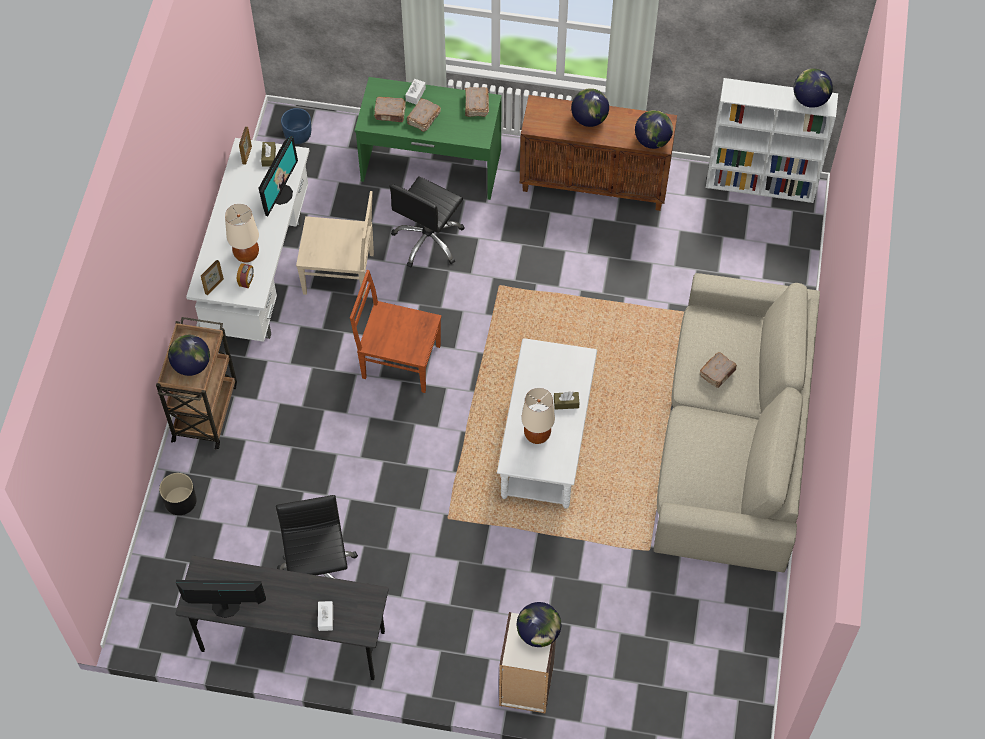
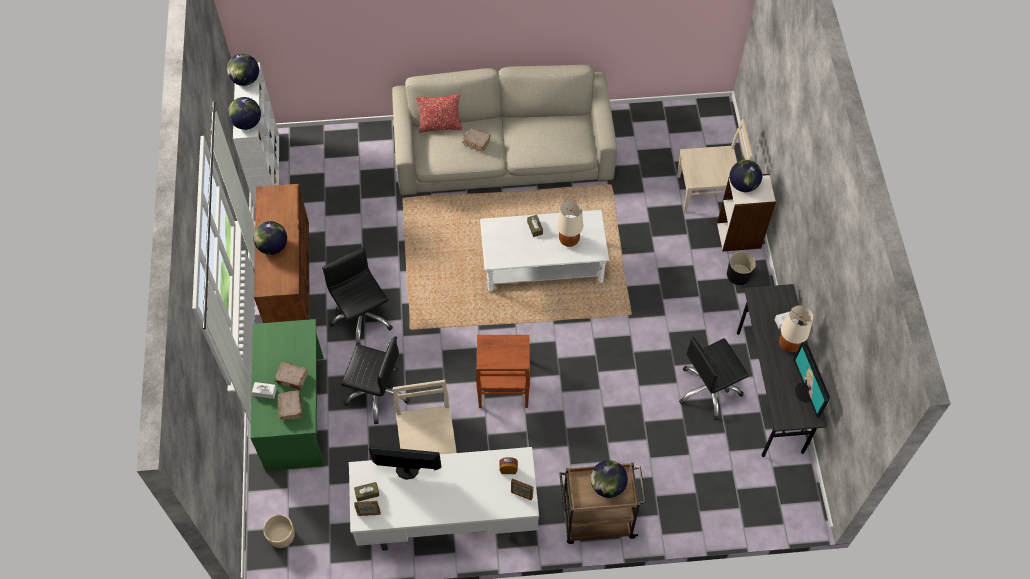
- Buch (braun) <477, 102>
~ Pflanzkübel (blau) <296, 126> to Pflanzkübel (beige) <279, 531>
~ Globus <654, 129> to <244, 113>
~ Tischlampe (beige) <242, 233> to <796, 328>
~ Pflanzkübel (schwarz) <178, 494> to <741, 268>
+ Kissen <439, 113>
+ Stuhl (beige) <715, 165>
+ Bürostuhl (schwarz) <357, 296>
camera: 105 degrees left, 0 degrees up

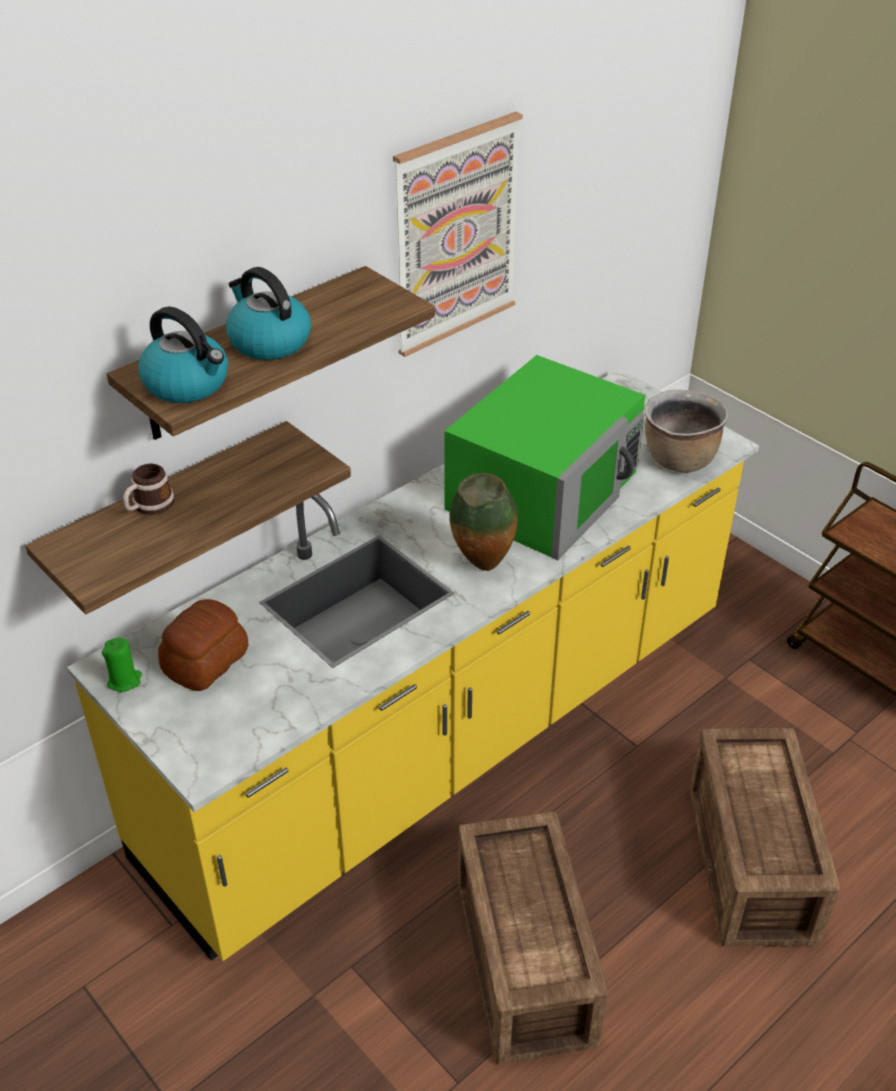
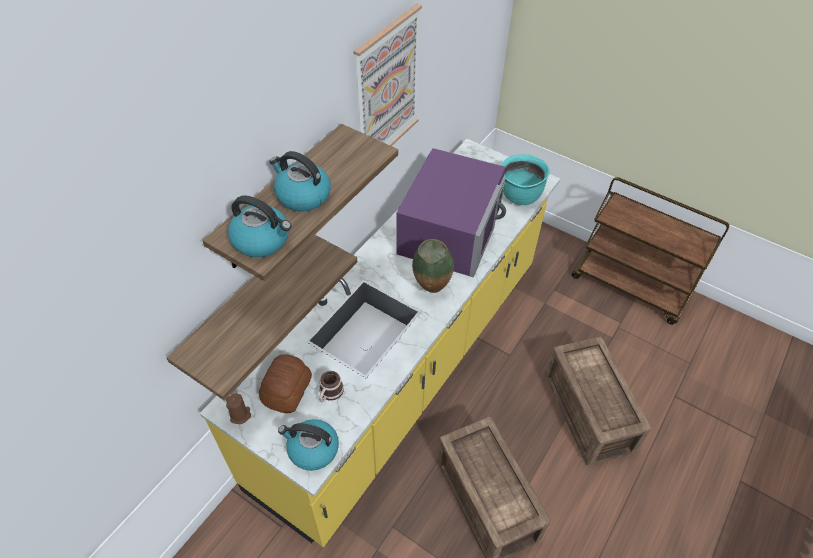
~ Mikrowelle (grün) <544, 457> to Mikrowelle (lila) <451, 213>
~ Kochtopf (braun) <686, 431> to Kochtopf (türkis) <525, 179>
~ Henkelbecher <148, 489> to <331, 387>
~ Kerze (grün) <122, 664> to Kerze (braun) <238, 408>
+ Wasserkessel <308, 445>
camera: 15 degrees left, 10 degrees up

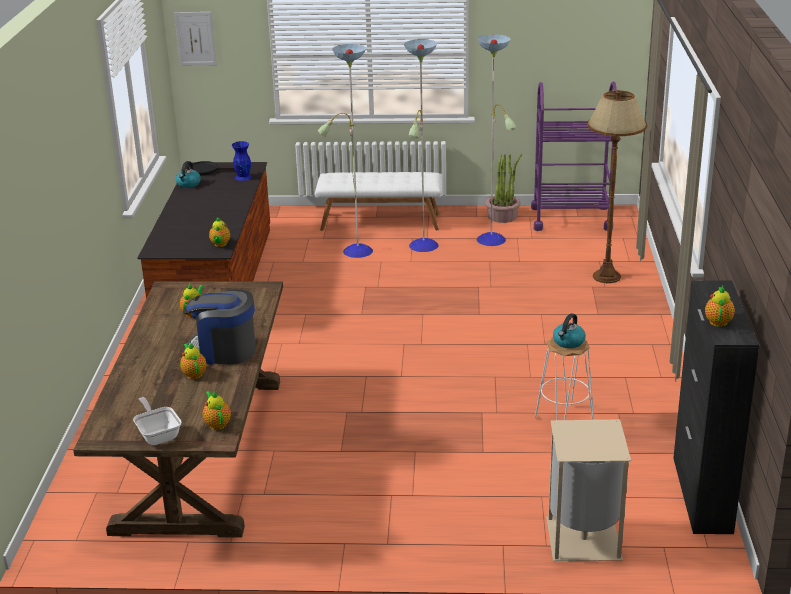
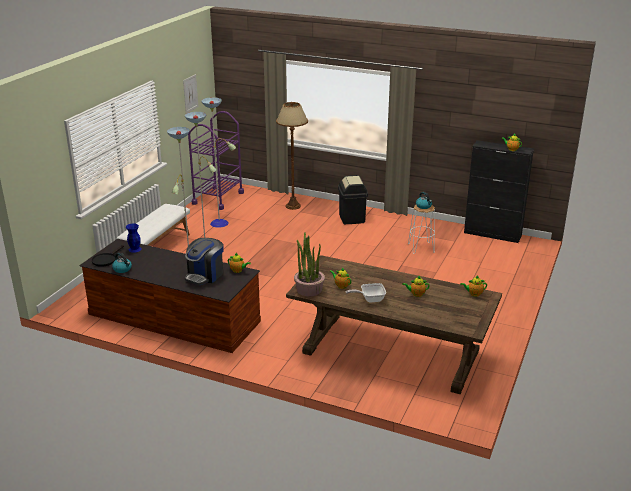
~ Bild <195, 39> to <190, 93>
~ Topfpflanze <503, 188> to <309, 264>
~ Kaffeemaschine <219, 327> to <204, 261>
~ Pfanne <157, 421> to <366, 293>
- Mülleimer (beige) <588, 490>
+ Mülleimer (schwarz) <353, 199>
camera: 70 degrees left, 0 degrees up

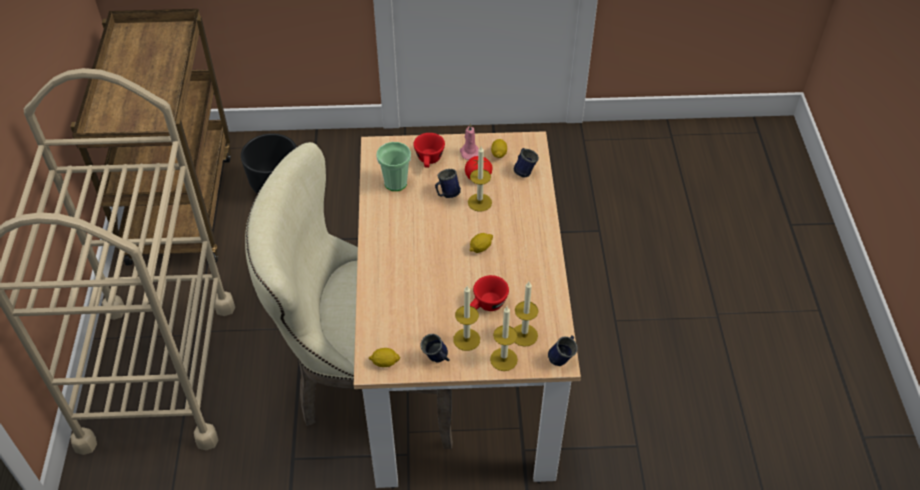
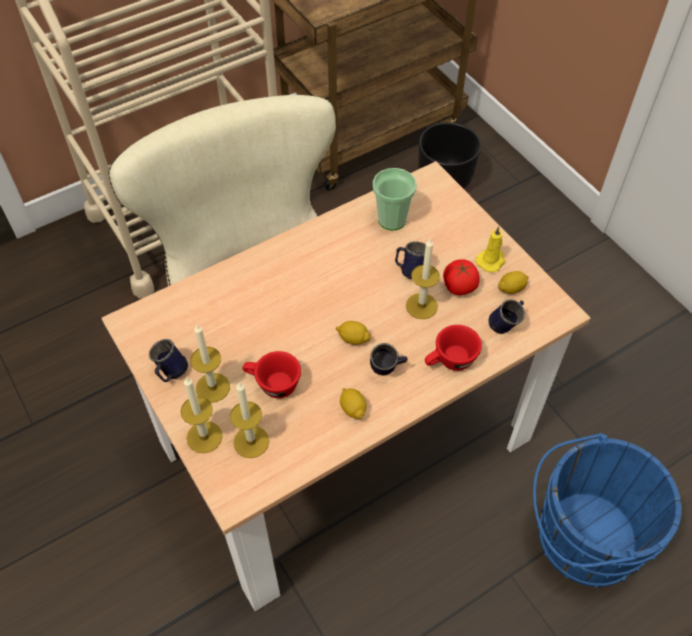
~ Kerze (rosa) <469, 141> to Kerze (gelb) <491, 249>
~ Tasse (rot) <429, 150> to <453, 348>
~ Henkelbecher (blau) <563, 350> to <389, 359>
~ Zitrone <384, 357> to <353, 403>
+ Eimer (blau) <607, 510>
camera: 60 degrees right, 5 degrees up

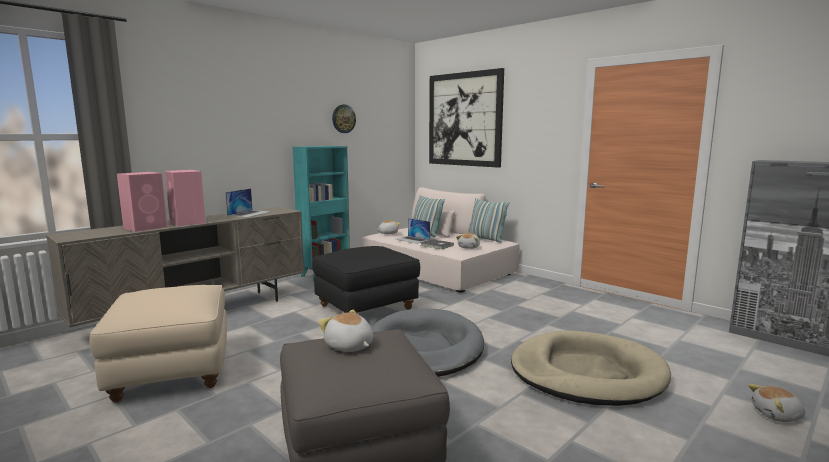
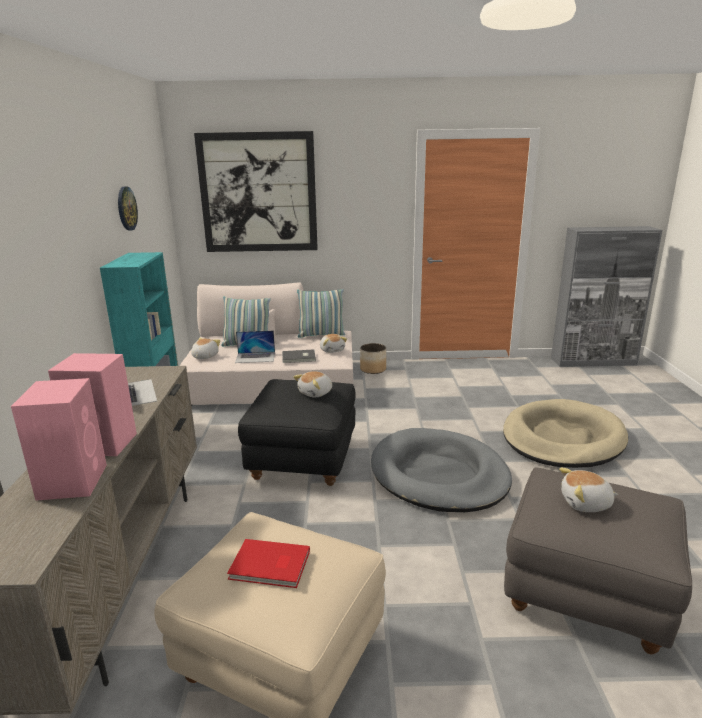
~ Plüschtier <776, 403> to <312, 384>
+ Pflanzkübel <373, 358>
+ Buch (rot) <268, 563>
camera: 45 degrees left, 10 degrees up

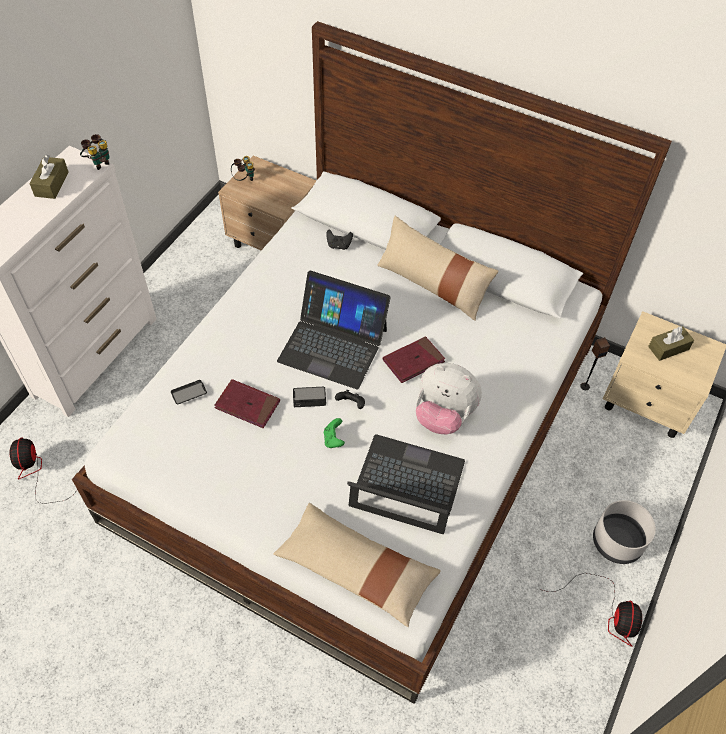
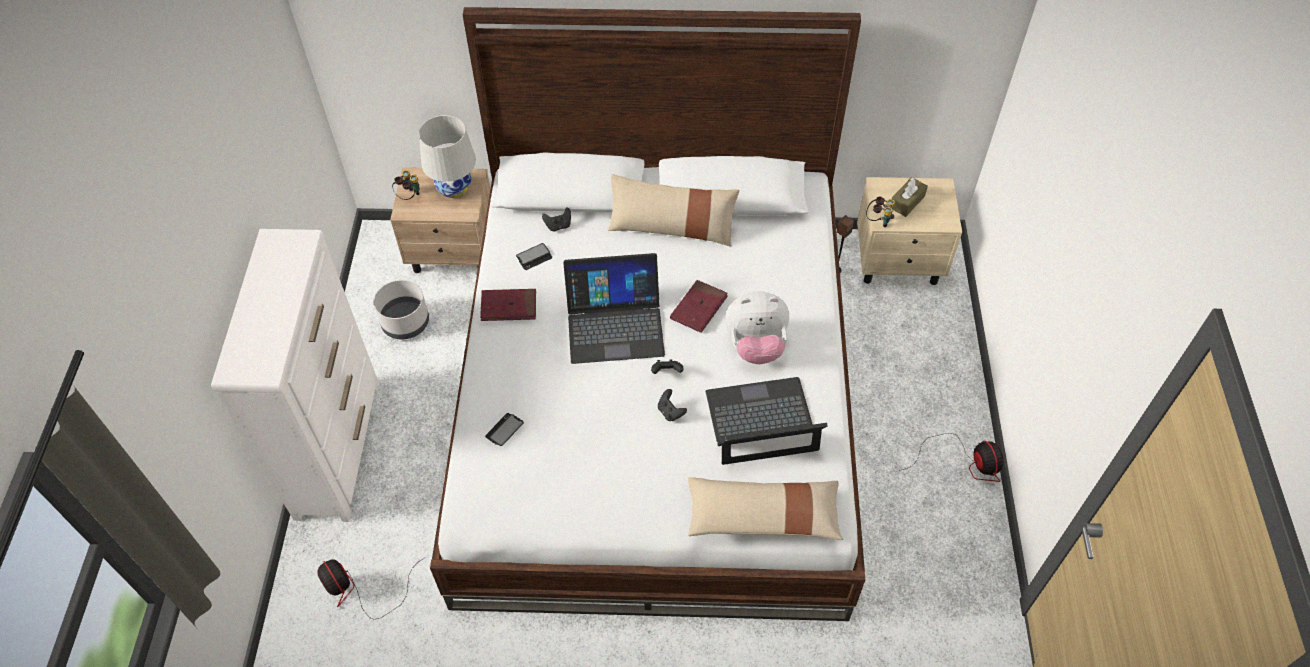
~ Fernglas <95, 152> to <880, 212>
- Taschentuchbox (braun) <49, 177>
~ Buch (rot) <247, 403> to <508, 305>
~ Handy <309, 397> to <534, 256>
~ Gamepad (grün) <334, 433> to Gamepad (schwarz) <672, 405>
~ Pflanzkübel (grau) <624, 532> to <401, 309>
+ Tischlampe (weiß) <447, 156>
camera: 25 degrees left, 0 degrees up

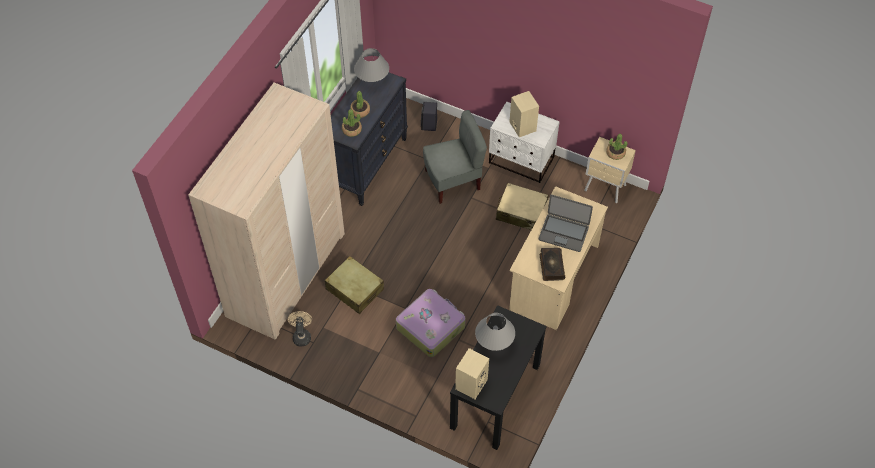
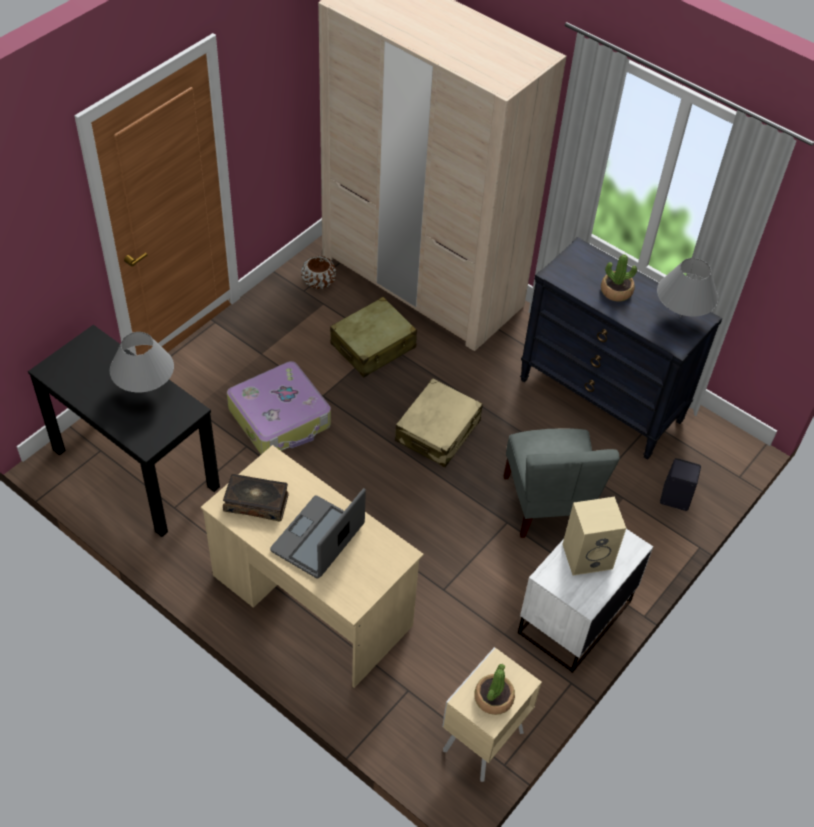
- Topfpflanze <352, 123>
~ Koffer (beige) <522, 206> to <439, 422>
~ Ventilator (beige) <300, 329> to Pflanzkübel (braun) <319, 272>
- Lautsprecher (beige) <472, 373>
camera: 100 degrees right, 5 degrees down

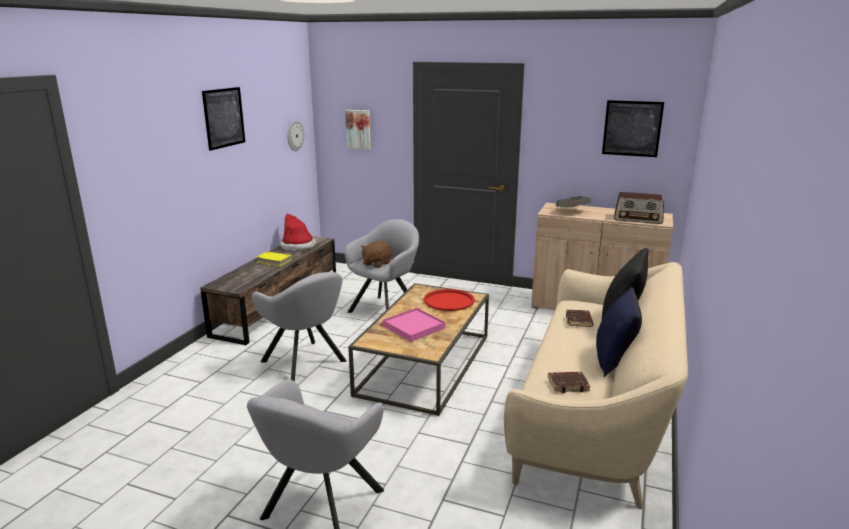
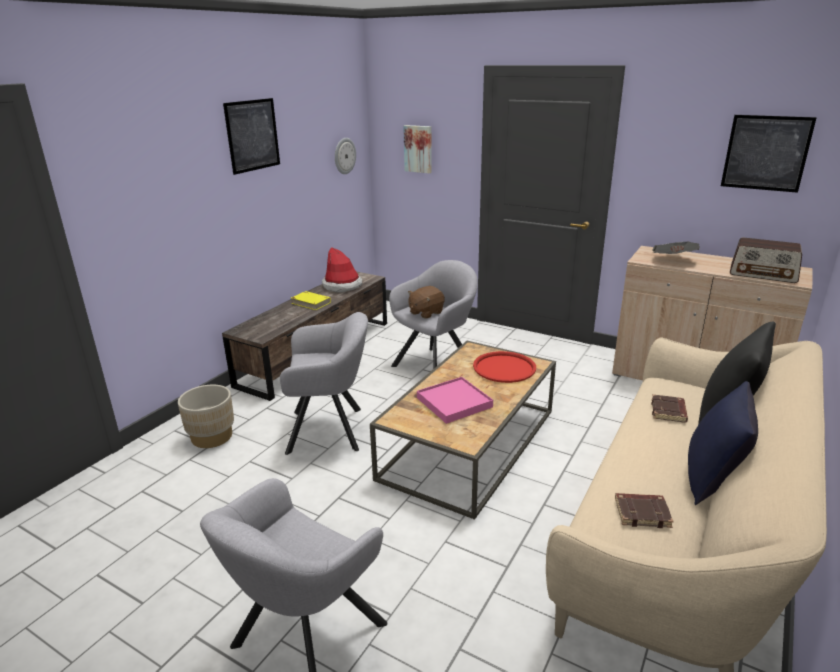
~ Sessel (grau) <299, 327> = <324, 383> 60 degrees counterclockwise
+ Pflanzkübel (beige) <206, 416>
camera: 10 degrees right, 5 degrees up

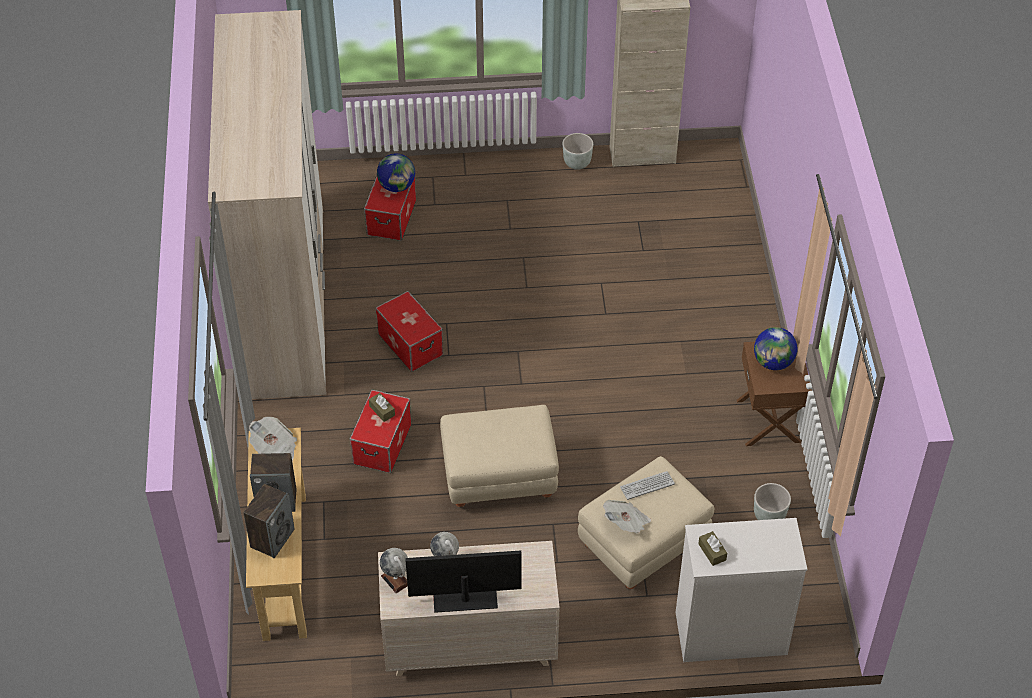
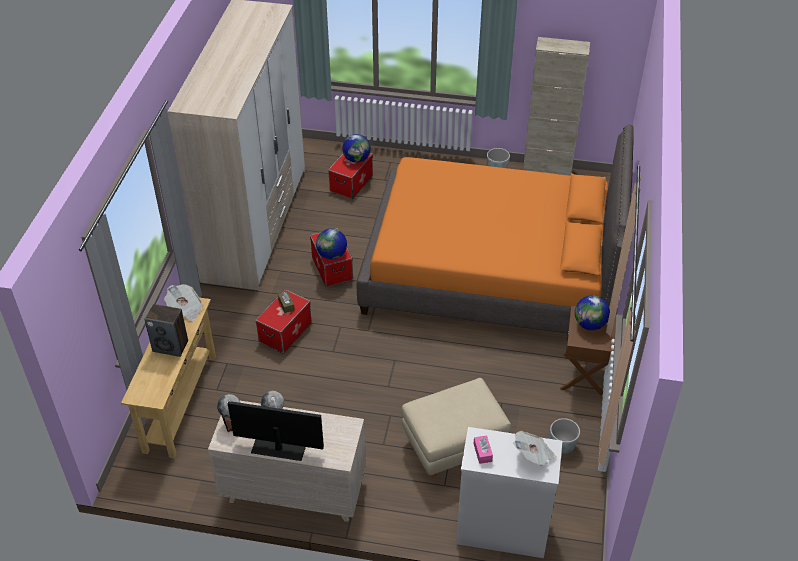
- Polsterhocker (beige) <499, 456>
- Tastatur <647, 485>
- Lautsprecher <269, 521>
~ Zeitung <627, 516> to <535, 448>
~ Taschentuchbox (braun) <712, 548> to Taschentuchbox (rosa) <483, 449>
+ Bett (orange) <495, 228>
+ Globus <331, 244>
camera: 15 degrees right, 5 degrees down

